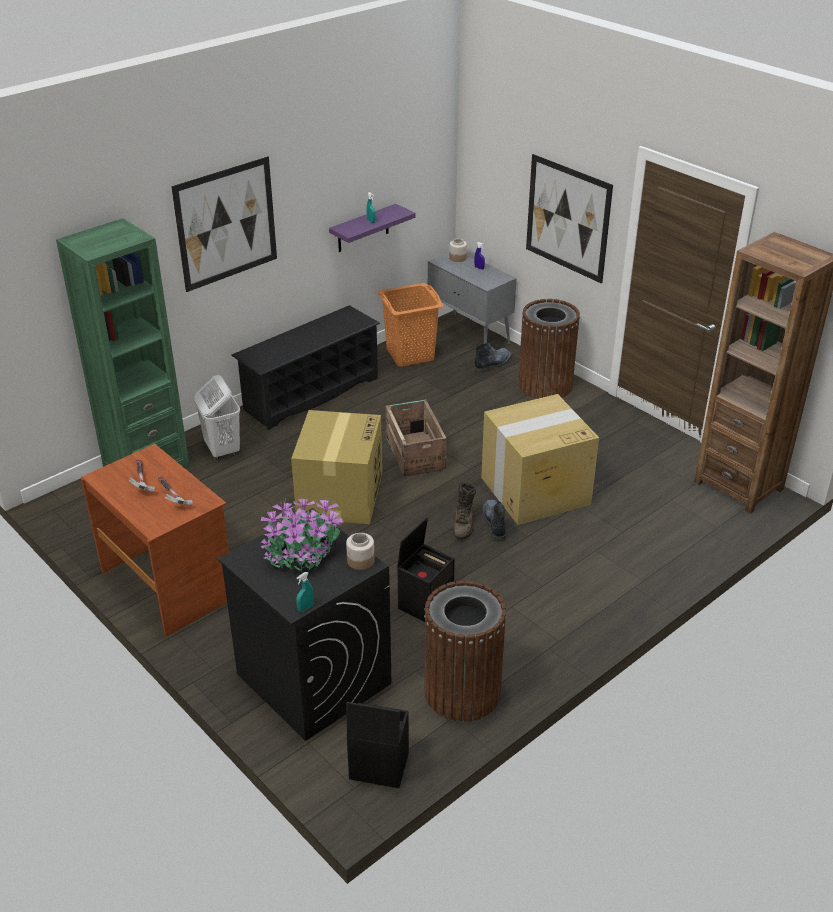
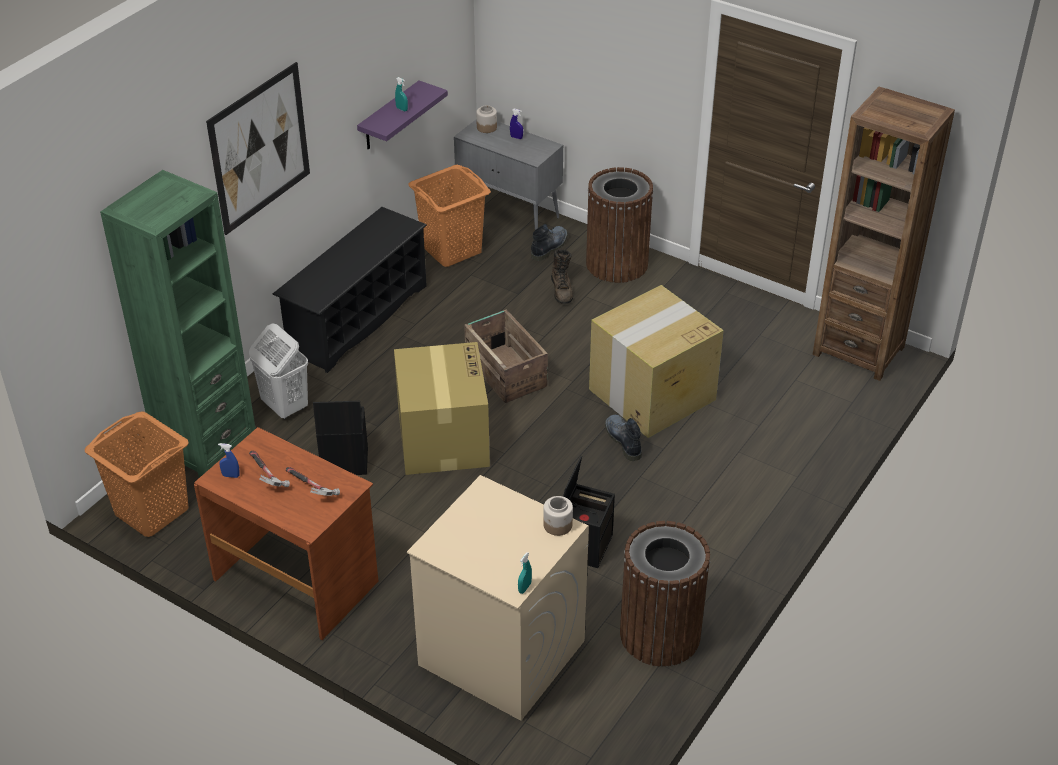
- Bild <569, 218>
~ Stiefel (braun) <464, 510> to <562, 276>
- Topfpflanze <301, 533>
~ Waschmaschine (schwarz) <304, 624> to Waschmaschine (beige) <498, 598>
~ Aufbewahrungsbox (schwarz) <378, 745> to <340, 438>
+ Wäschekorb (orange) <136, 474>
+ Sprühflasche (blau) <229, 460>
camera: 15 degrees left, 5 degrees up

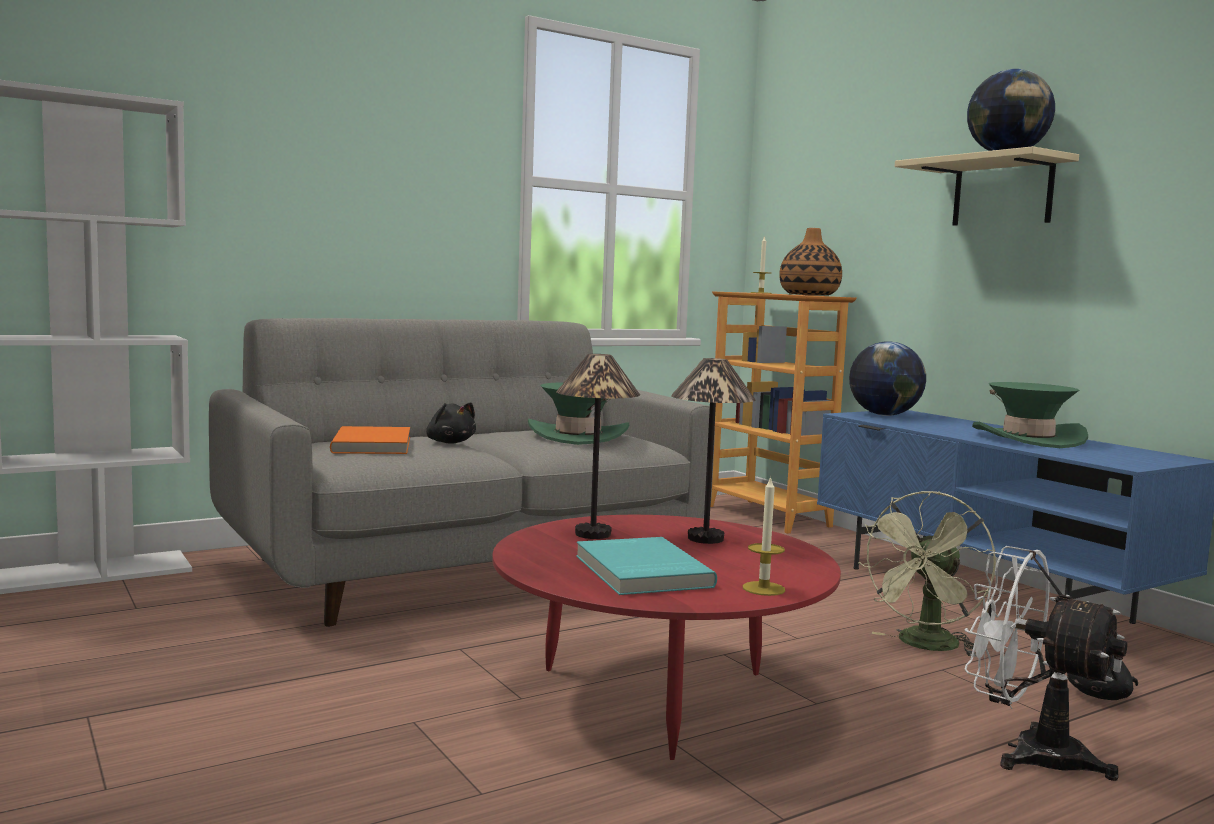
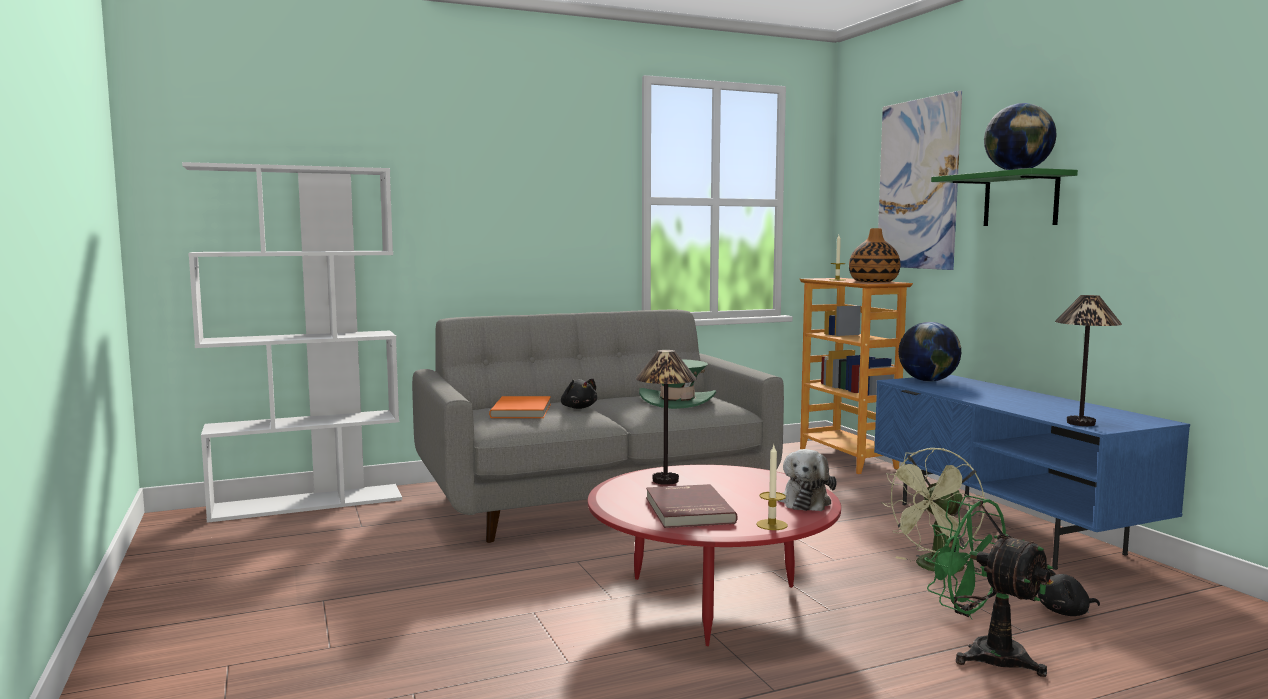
~ Wandregal (beige) <987, 186> to Wandregal (grün) <1004, 197>
~ Tischlampe <713, 451> to <1088, 360>
- Hut (grün) <1030, 415>
~ Buch (türkis) <646, 566> to Buch (rot) <692, 506>
~ Ventilator (weiß) <1046, 663> to Ventilator (grün) <988, 586>
+ Bild <920, 180>
+ Plüschtier <808, 480>
camera: 10 degrees right, 0 degrees up

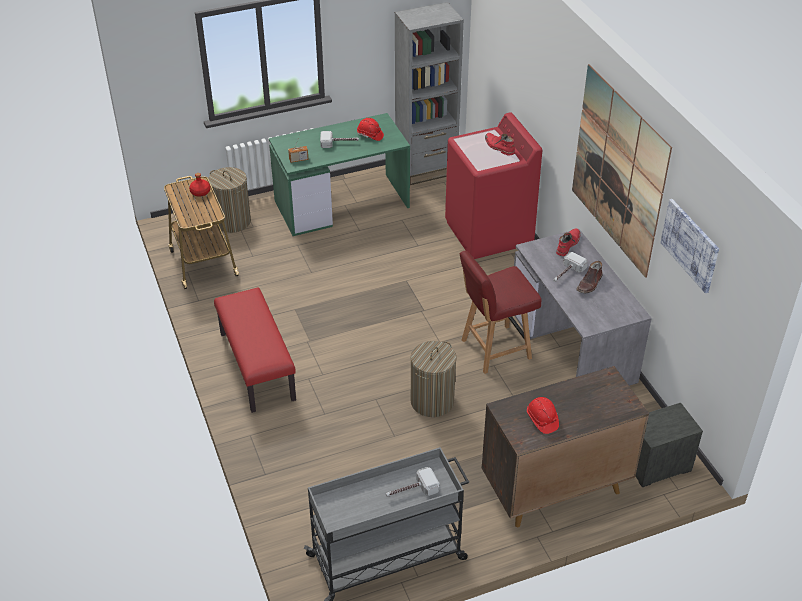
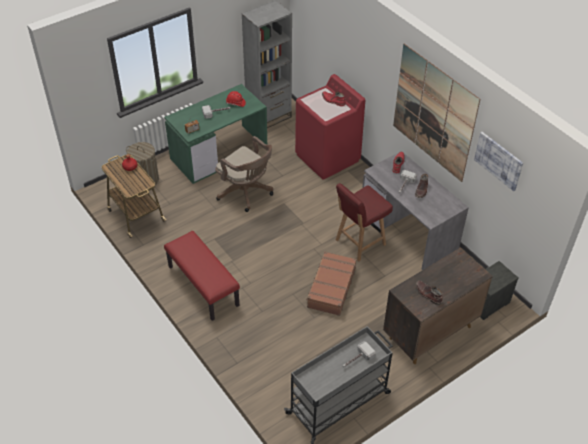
~ Wäschekorb <434, 379> to Koffer (braun) <331, 283>
~ Schutzhelm (rot) <543, 415> to Stiefel (braun) <429, 293>
+ Bürostuhl (braun) <244, 174>
camera: 15 degrees left, 5 degrees up

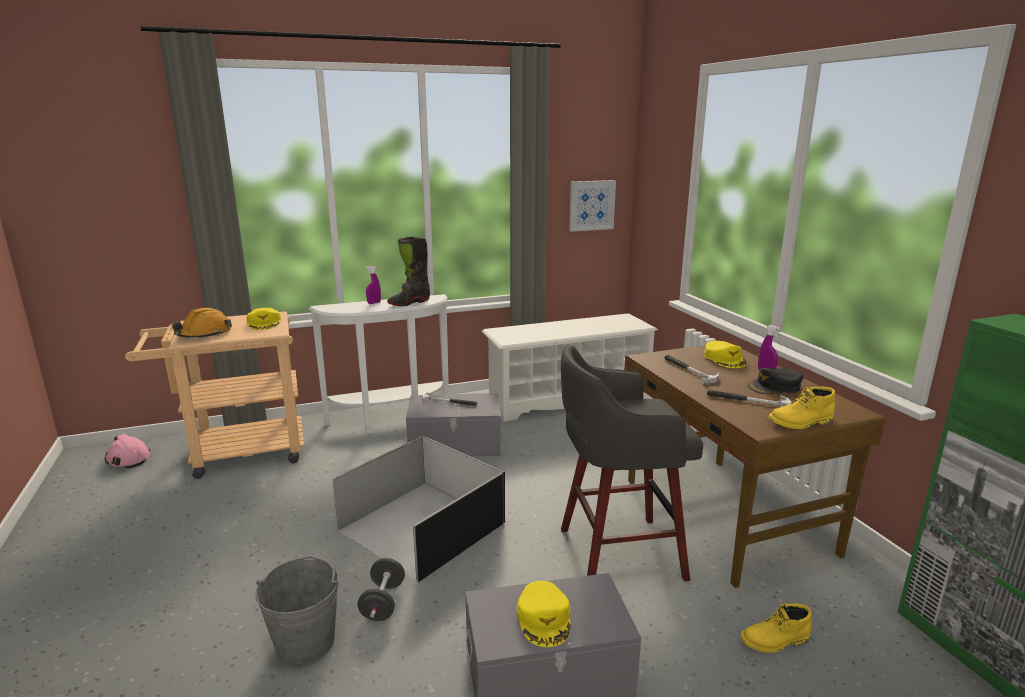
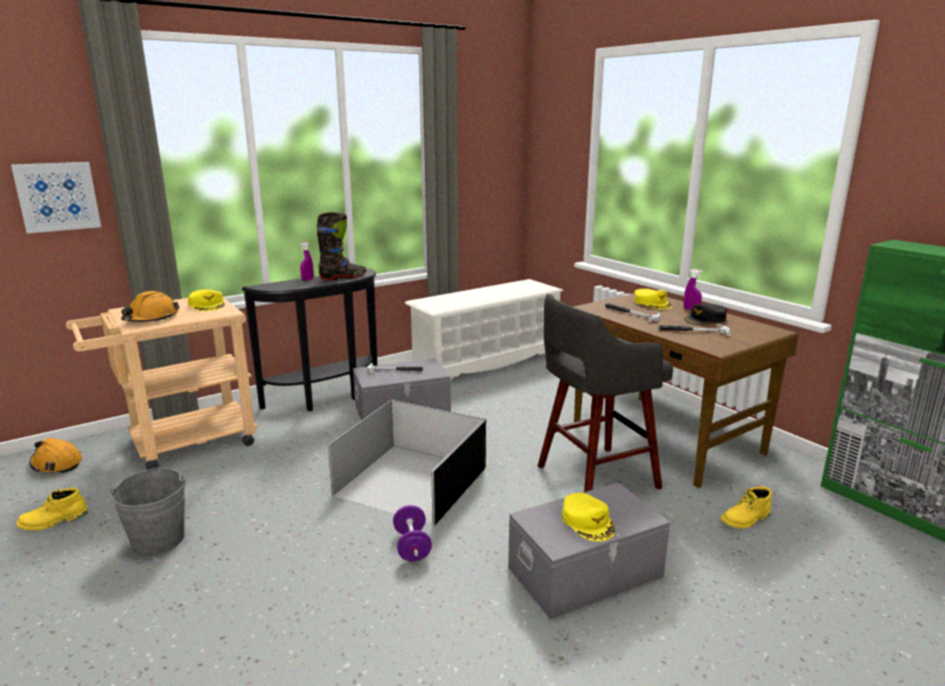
~ Bild <592, 206> to <56, 197>
~ Stiefel (schwarz) <408, 271> = <342, 246> 150 degrees counterclockwise
~ Konsolentisch (weiß) <379, 364> to Konsolentisch (schwarz) <309, 340>
~ Stiefel (gelb) <802, 408> to <52, 509>
~ Schutzhelm (rosa) <127, 451> to Schutzhelm (orange) <56, 455>
~ Eimer (grau) <297, 610> to <147, 511>
~ Hantel (schwarz) <381, 589> to Hantel (lila) <412, 533>
camera: 15 degrees left, 0 degrees up

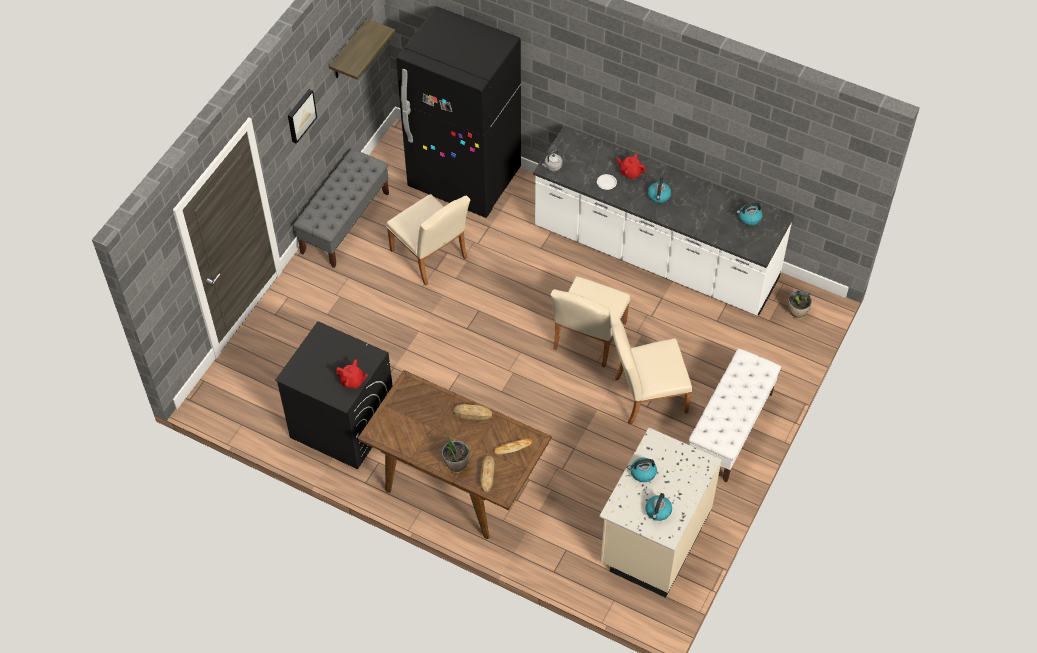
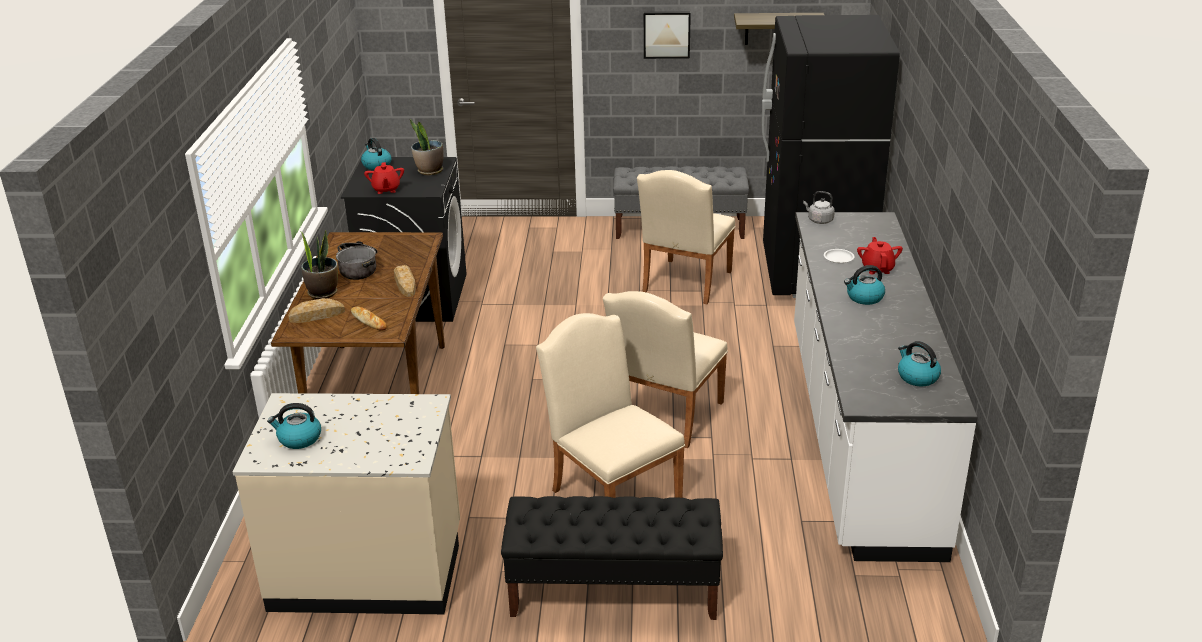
~ Stuhl (beige) <590, 322> = <665, 369> 60 degrees counterclockwise
~ Topfpflanze <800, 304> to <426, 147>
~ Bank (weiß) <735, 415> to Bank (schwarz) <612, 558>
~ Wasserkessel <642, 470> to <376, 154>
+ Kochtopf <357, 260>
camera: 65 degrees right, 25 degrees down

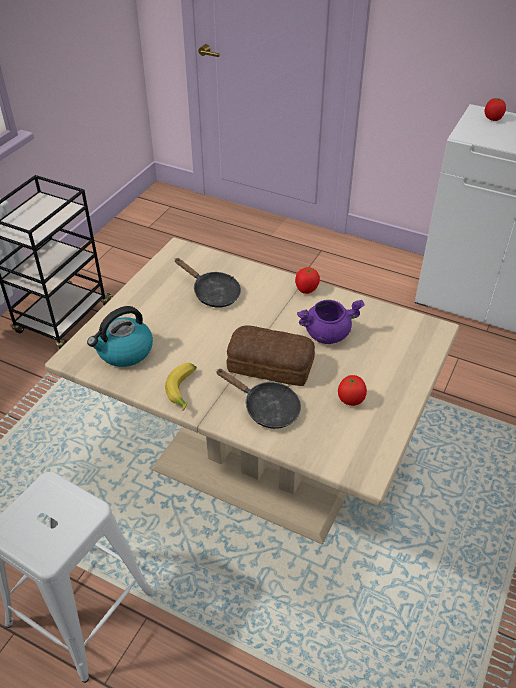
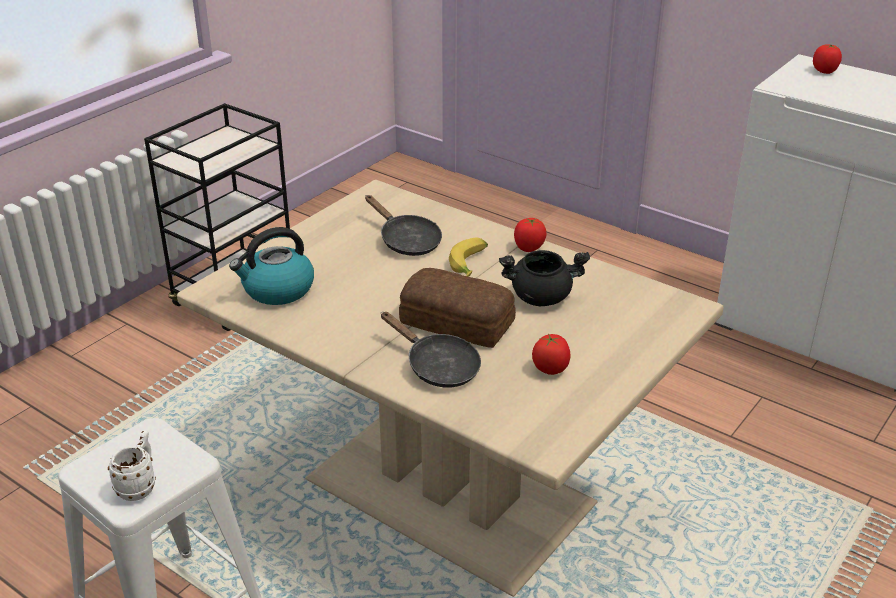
~ Kochtopf (lila) <331, 321> to Kochtopf (schwarz) <544, 278>
~ Banane <181, 387> to <468, 257>
+ Henkelbecher (weiß) <132, 465>
camera: 10 degrees right, 10 degrees down

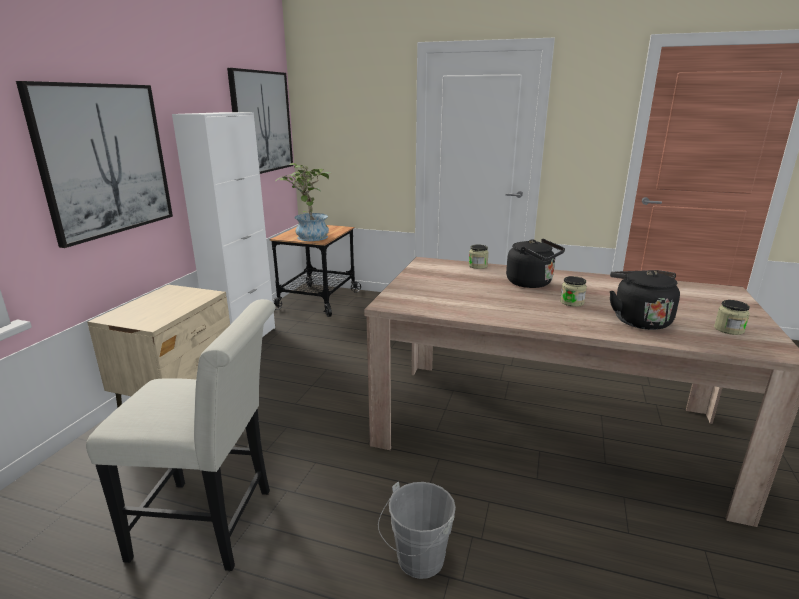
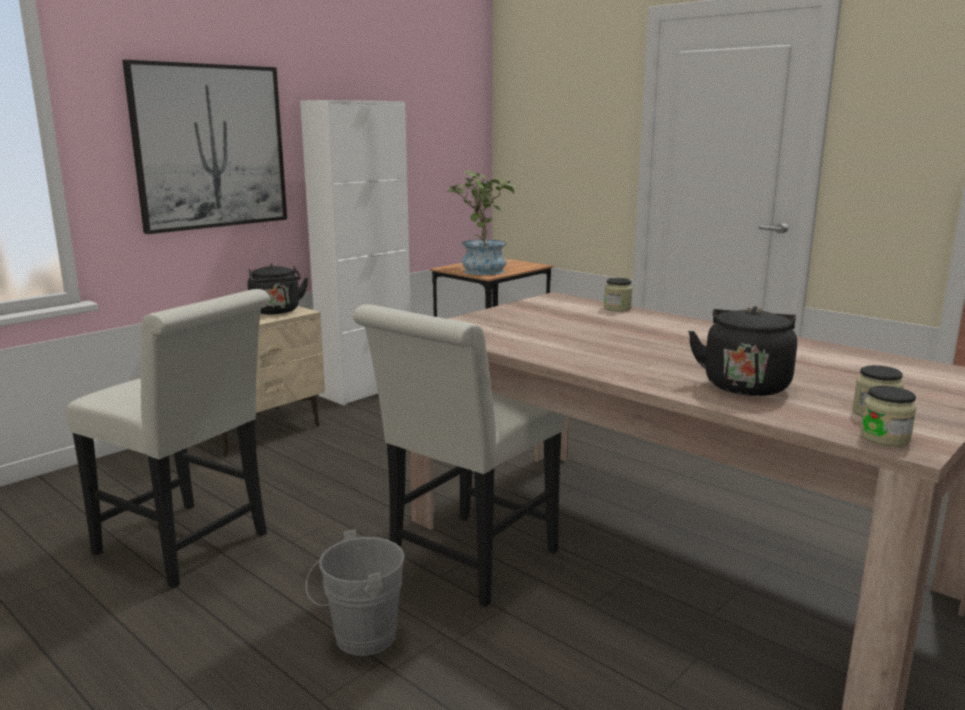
- Bild <260, 121>
~ Wasserkessel (schwarz) <535, 263> to <278, 289>
~ Vorratsglas <573, 291> to <888, 416>
+ Stuhl (weiß) <459, 455>
camera: 25 degrees right, 5 degrees down

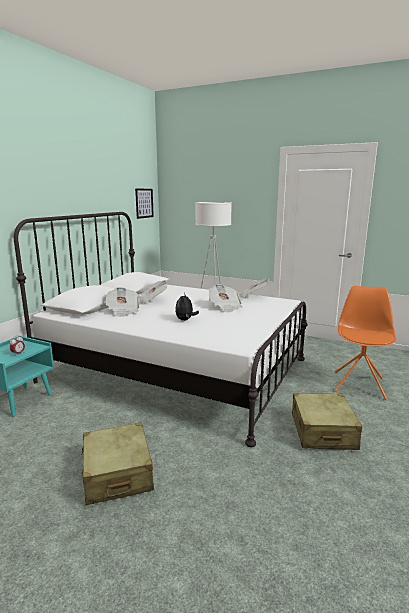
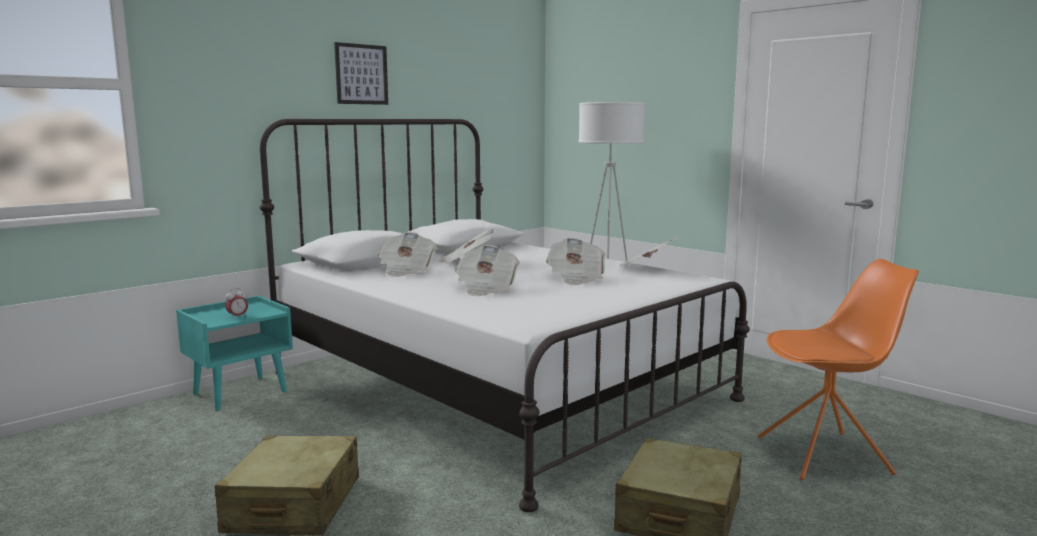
~ Bild <144, 204> to <361, 73>
~ Stuhl (orange) <365, 343> = <838, 369> 45 degrees clockwise
~ Plüschtier <187, 306> to Zeitung <487, 270>
camera: 20 degrees right, 5 degrees down

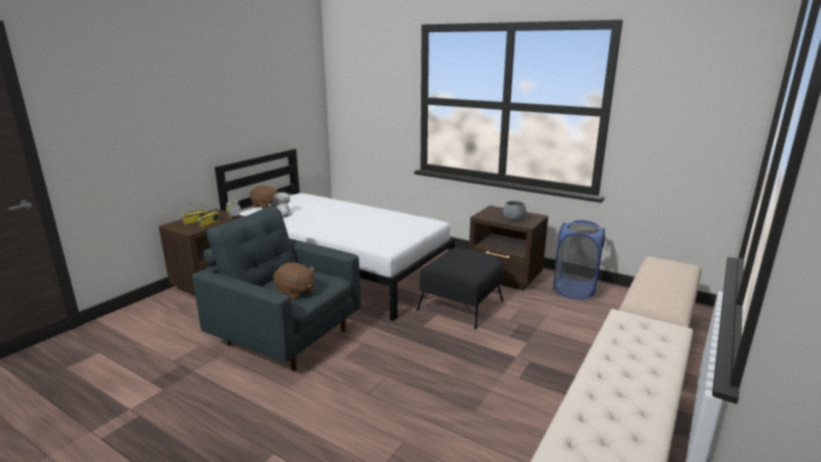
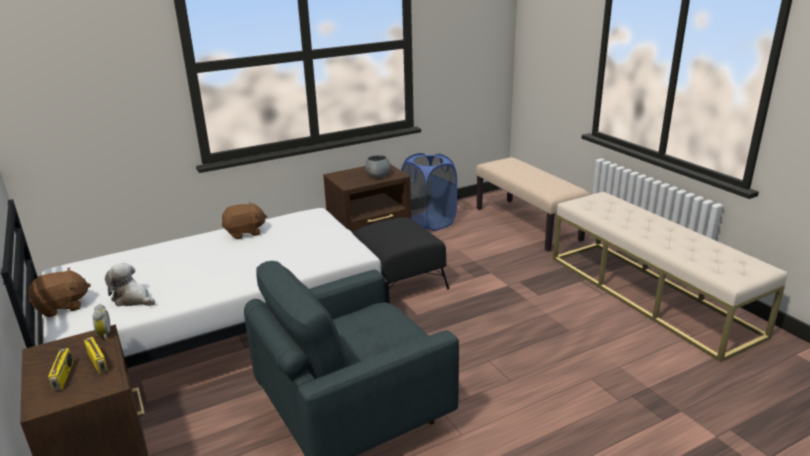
~ Plüschtier (braun) <294, 281> to <244, 221>
camera: 60 degrees left, 5 degrees up

